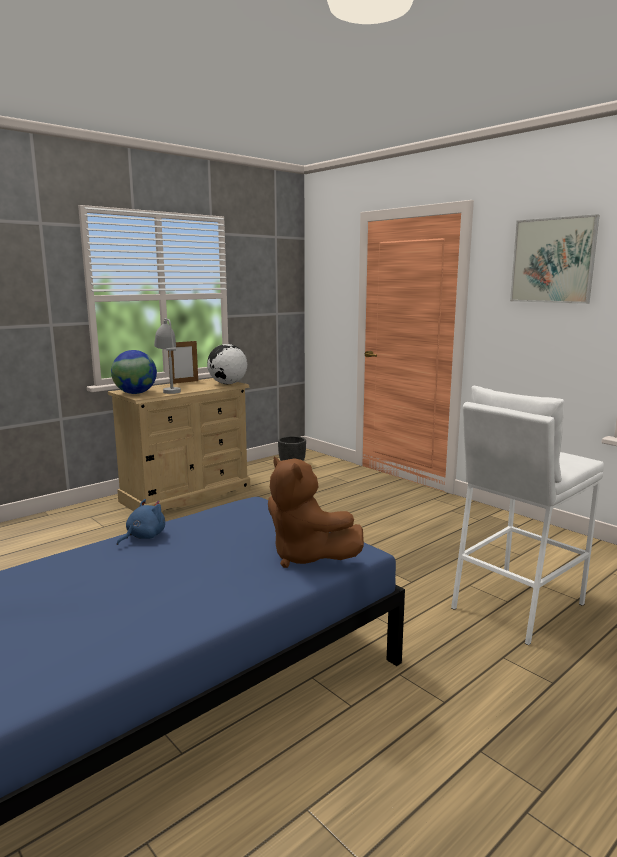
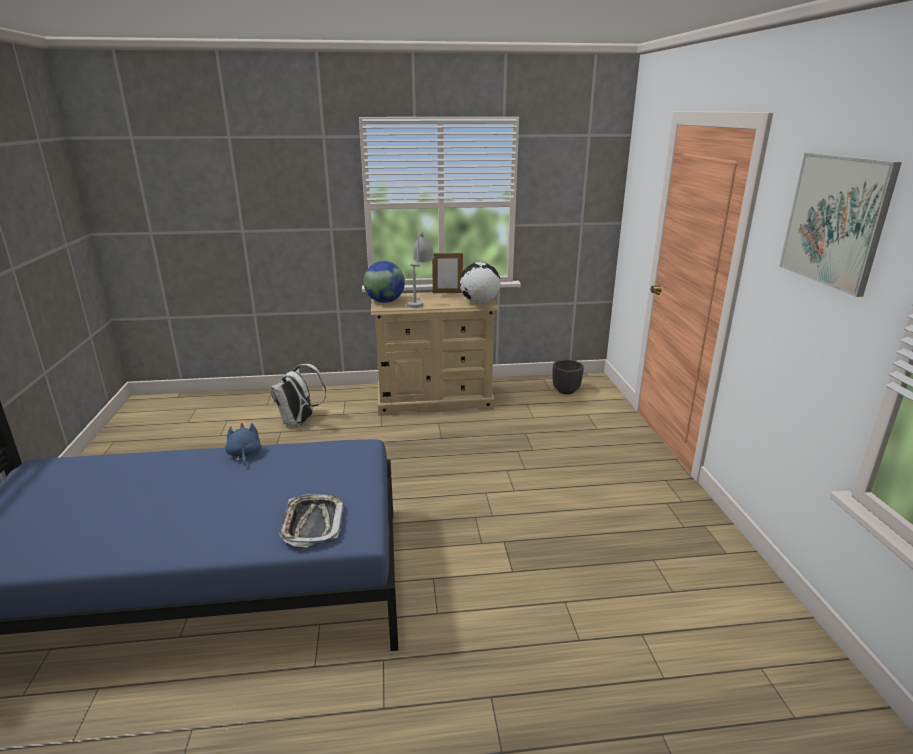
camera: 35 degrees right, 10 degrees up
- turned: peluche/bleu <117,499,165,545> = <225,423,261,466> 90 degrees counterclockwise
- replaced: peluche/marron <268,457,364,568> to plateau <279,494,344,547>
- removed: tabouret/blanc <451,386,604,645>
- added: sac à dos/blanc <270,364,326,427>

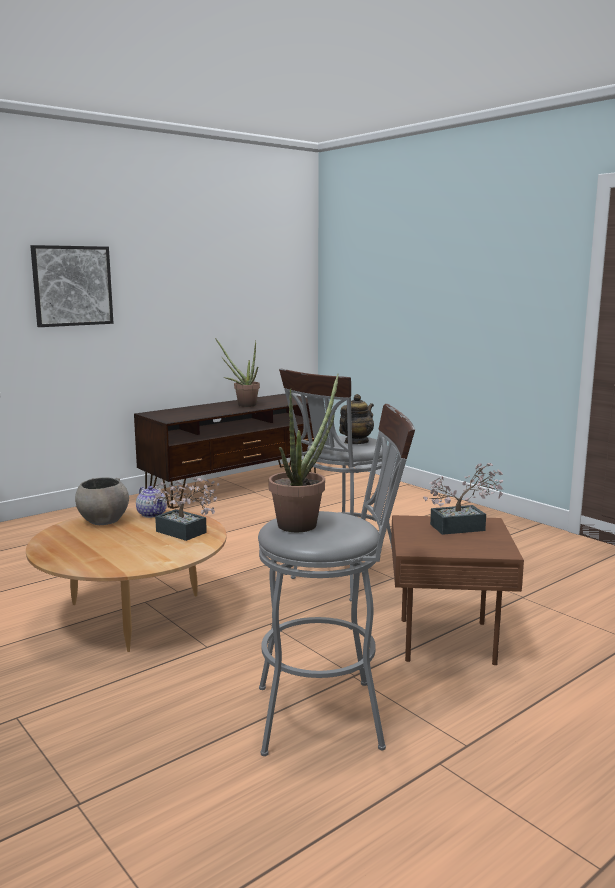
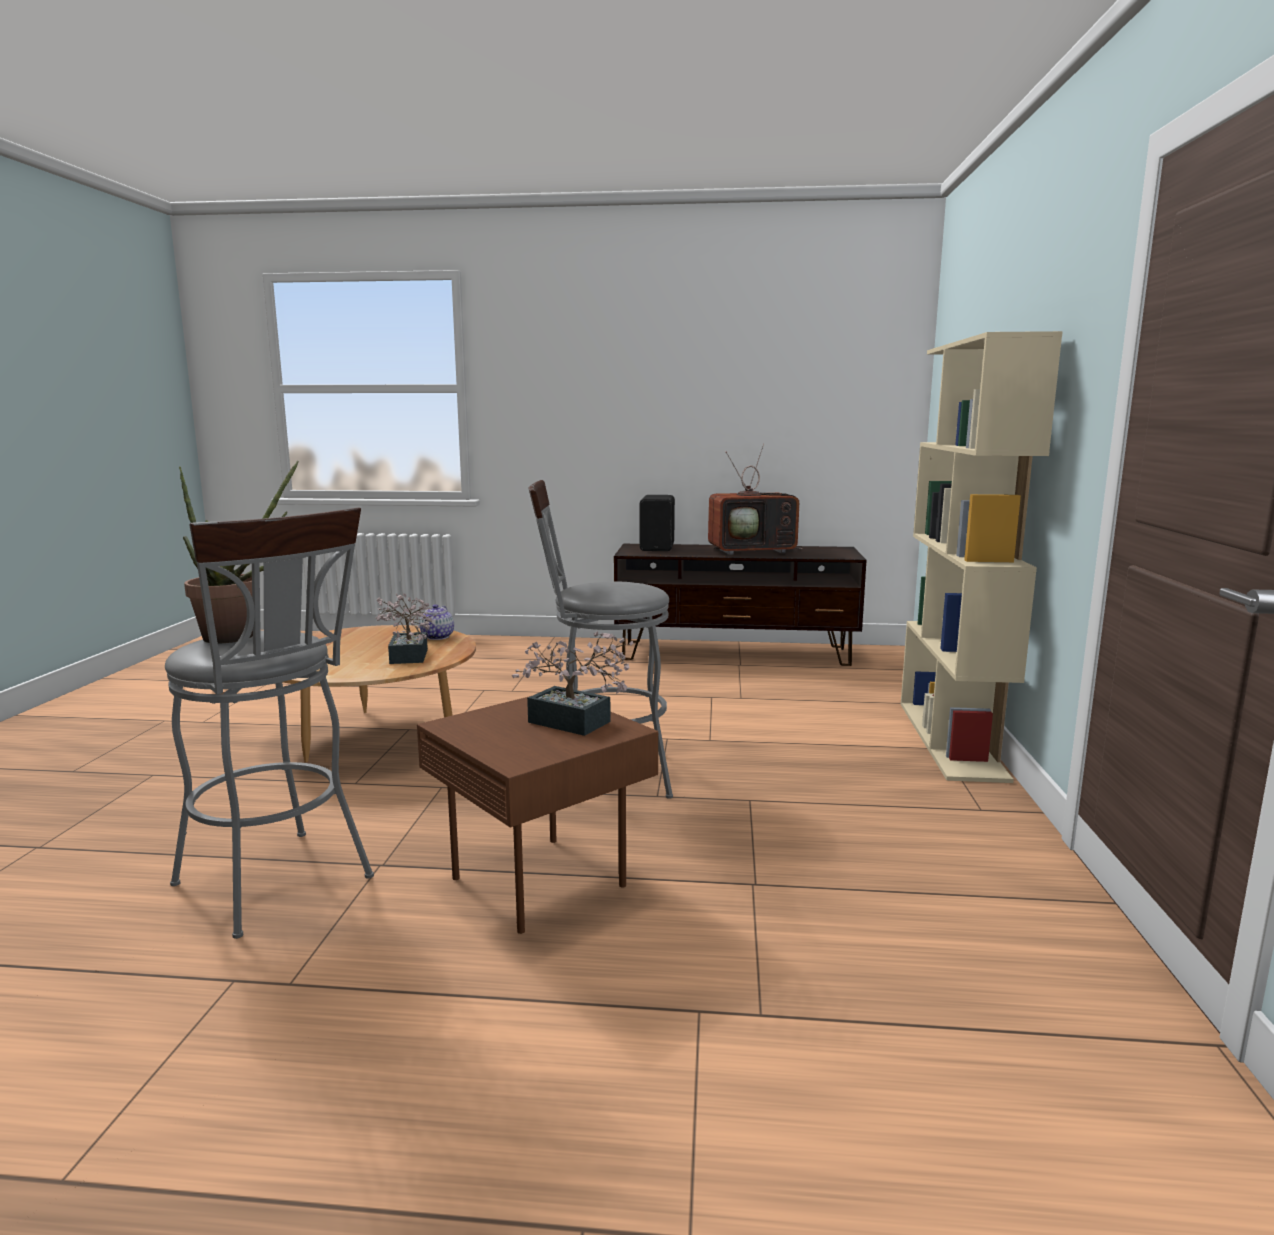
camera: 45 degrees right, 0 degrees up
- removed: tableau <30,245,114,327>
- removed: bol/gris <75,477,129,525>
- replaced: plante en pot <215,338,260,407> to téléviseur <708,444,803,555>
- removed: théière <339,394,374,444>
- added: enceinte/noir <639,495,675,551>
- added: bibliothèque/beige <901,331,1063,783>

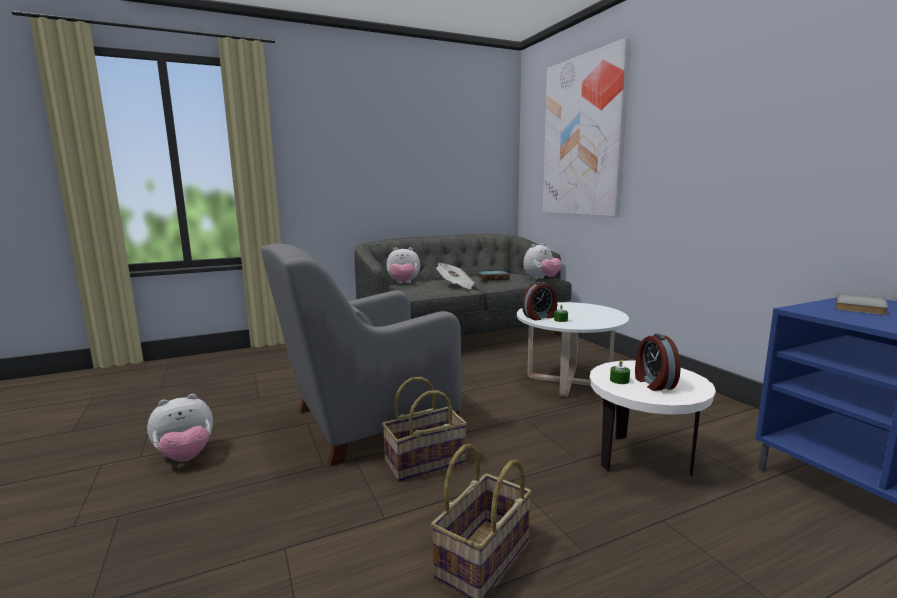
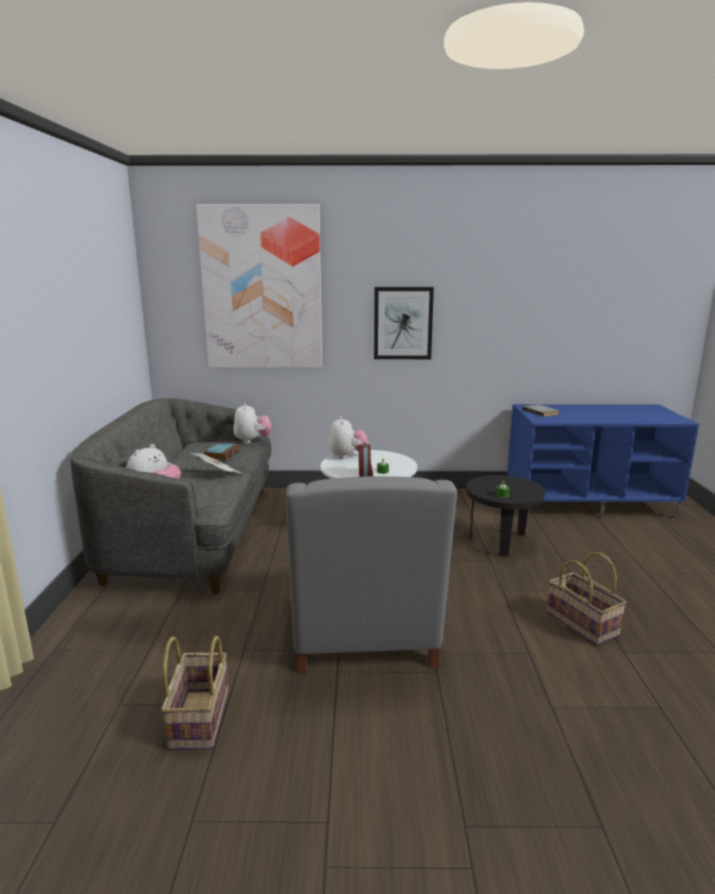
camera: 65 degrees left, 5 degrees up
- moved: peluche <147,394,213,462> to <328,416,368,459>
- moved: panier <382,377,467,482> to <161,636,228,750>
- recoloured: table d'appoint/blanc <590,360,716,476> to table d'appoint/noir <466,475,546,557>
- removed: réveil <635,334,681,391>
- added: tableau <374,287,434,359>

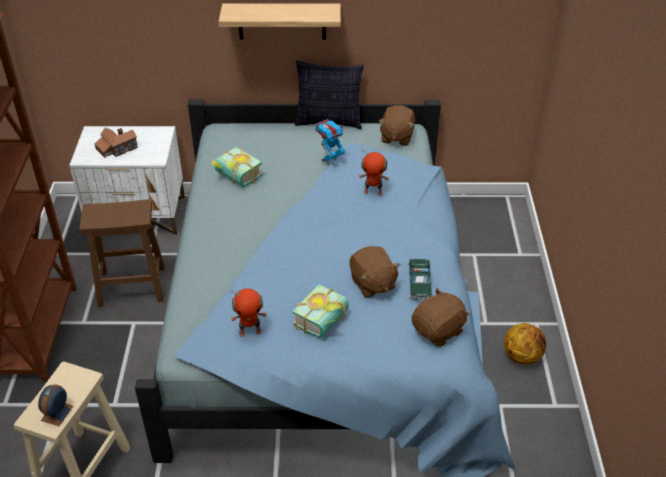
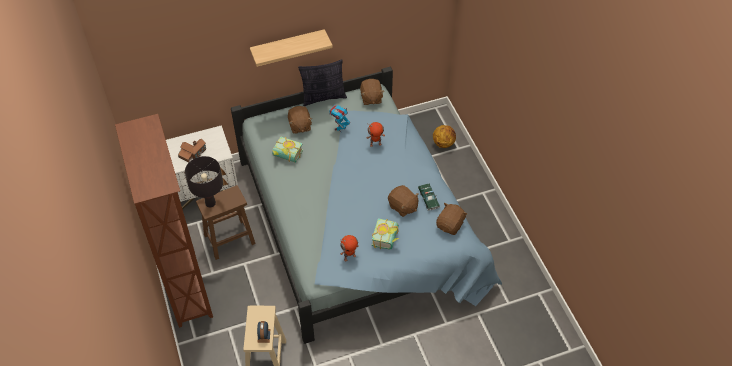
camera: 20 degrees left, 10 degrees up
- moved: ballon de basket <504,323,546,365> to <433,125,456,148>
- added: lampe de table/noir <185,156,223,207>
- added: peluche/marron <288,106,313,134>

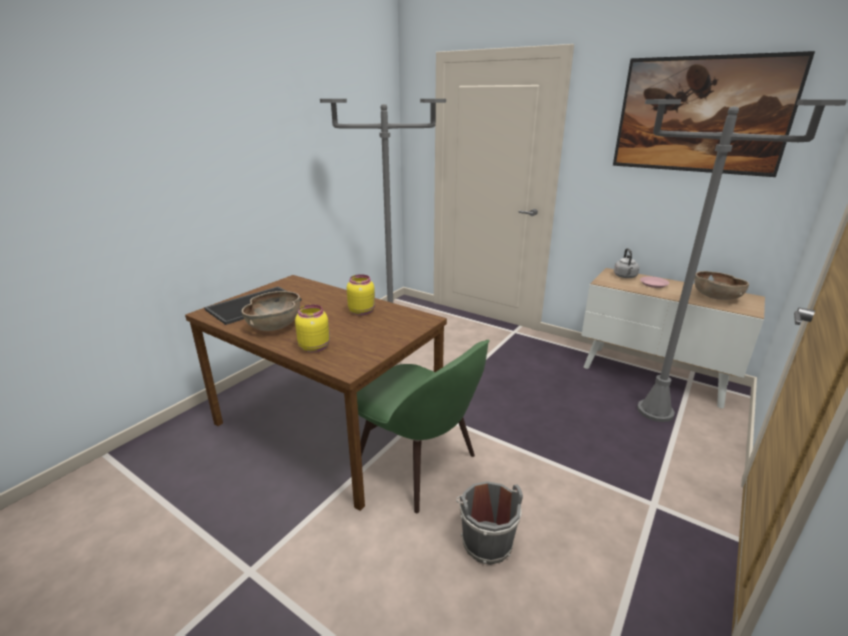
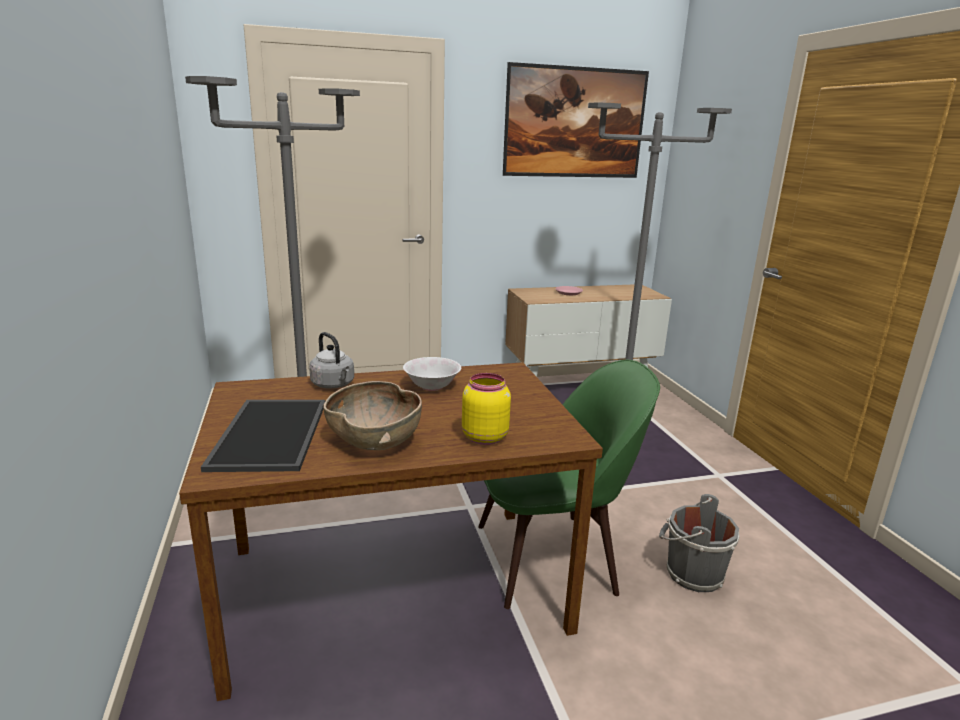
camera: 50 degrees left, 5 degrees down
- replaced: bocal/jaune <347,274,375,315> to bol/blanc <403,357,461,391>
- moved: bouilloire/gris <614,248,639,278> to <309,332,354,389>
- removed: bol/marron <694,271,749,300>

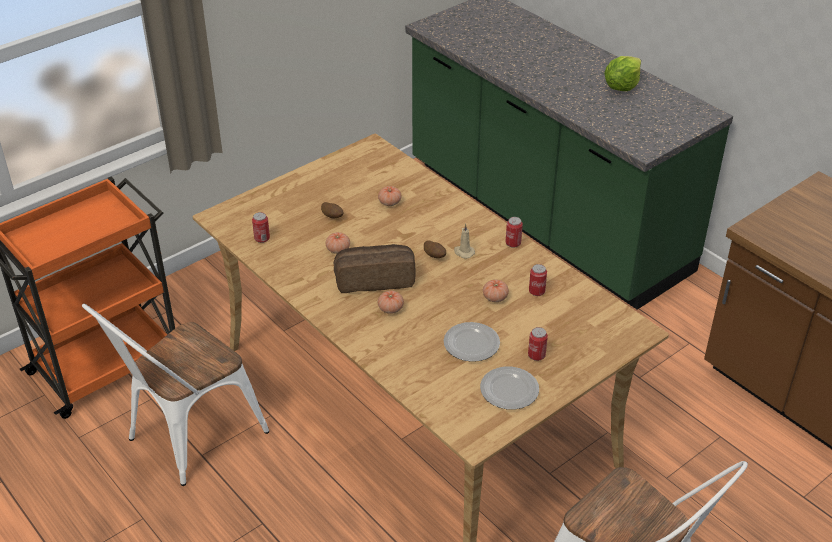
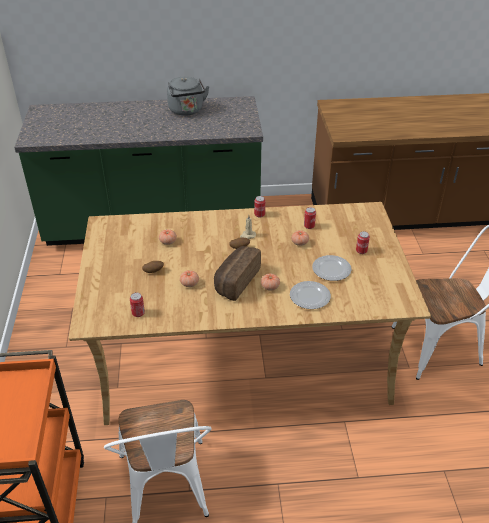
camera: 55 degrees left, 0 degrees up
- moved: assiette <480,367,539,410> to <290,281,331,309>
- replaced: laitue <604,56,641,91> to bouilloire/gris <167,77,210,116>

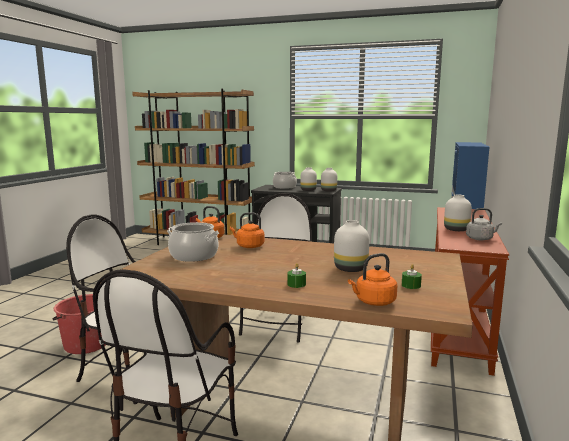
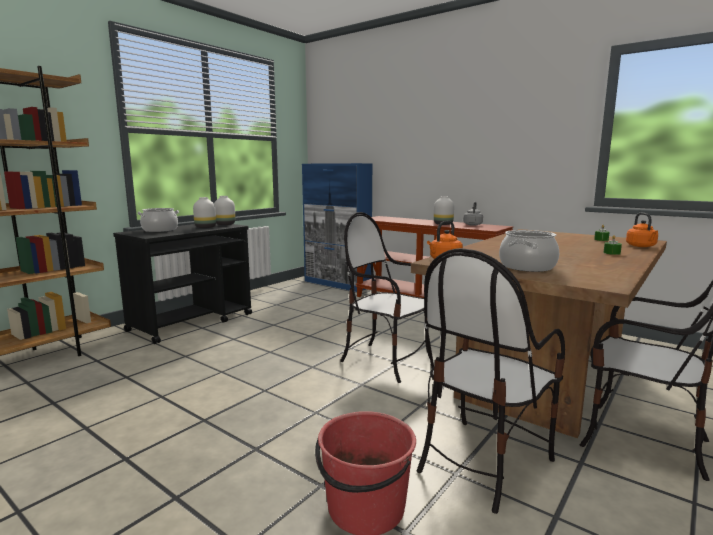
camera: 70 degrees left, 0 degrees up
- removed: bouilloire/orange <230,212,264,248>
- removed: vase/blanc <334,220,369,272>

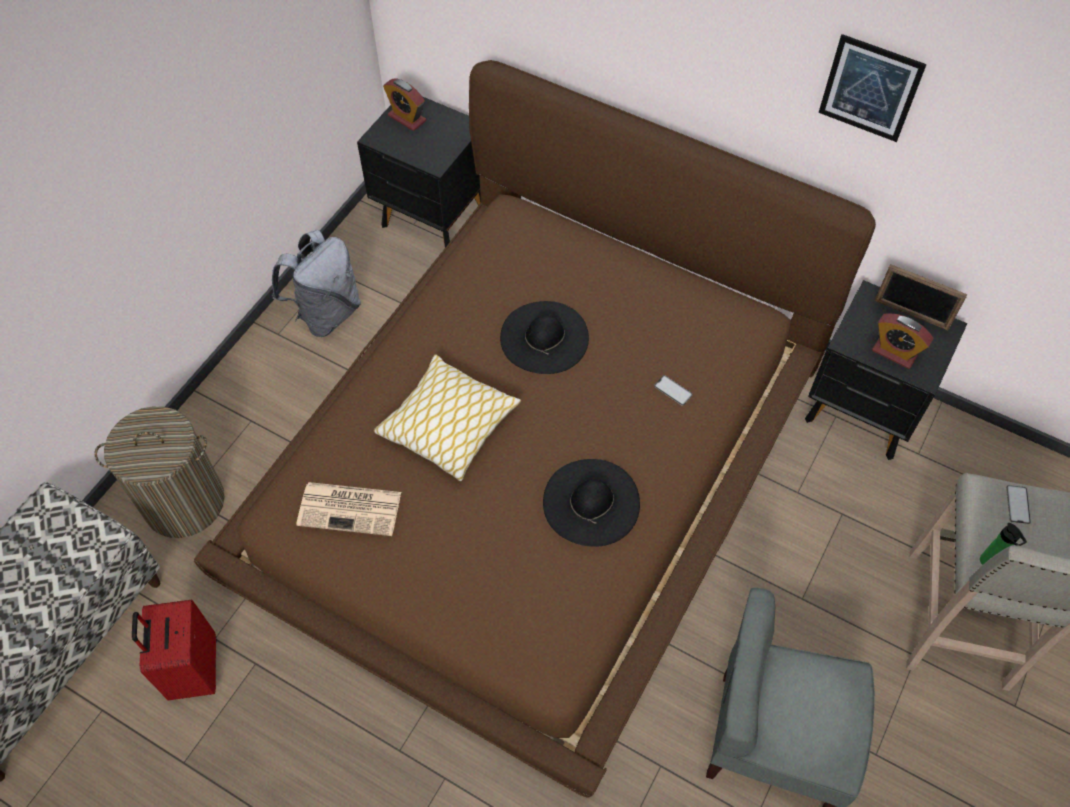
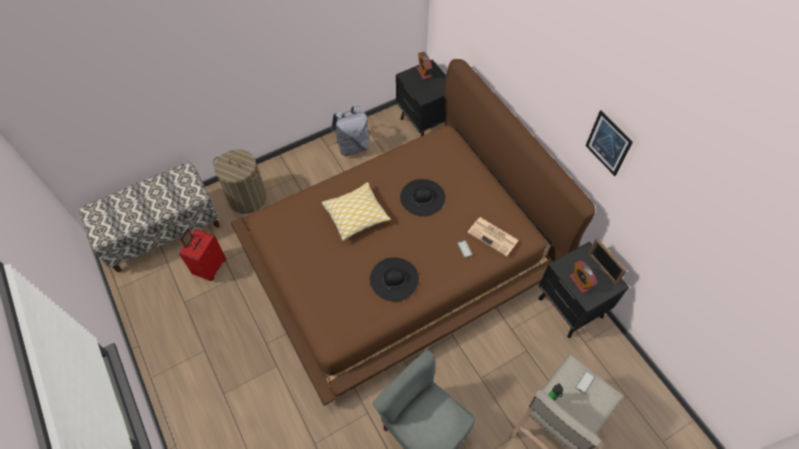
camera: 30 degrees right, 0 degrees up
- moved: journal <296,482,401,536> to <467,217,519,256>

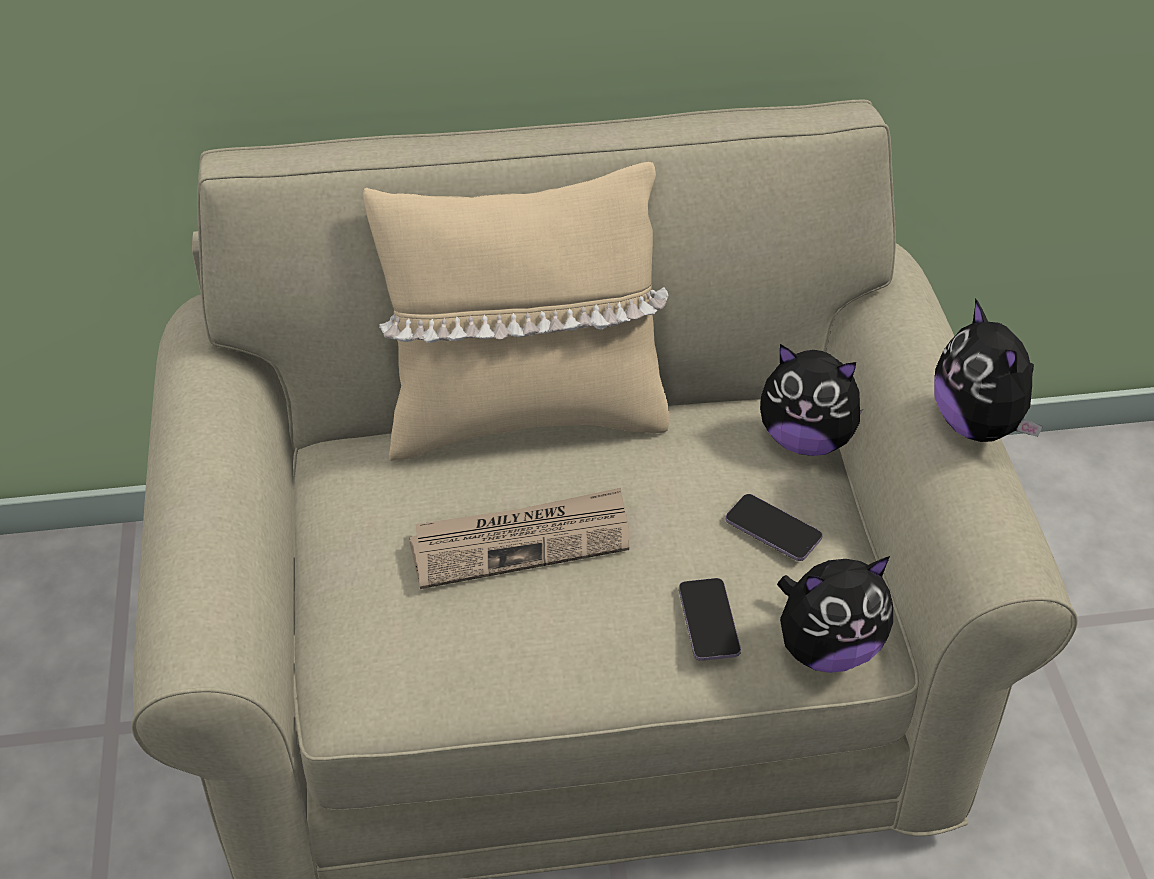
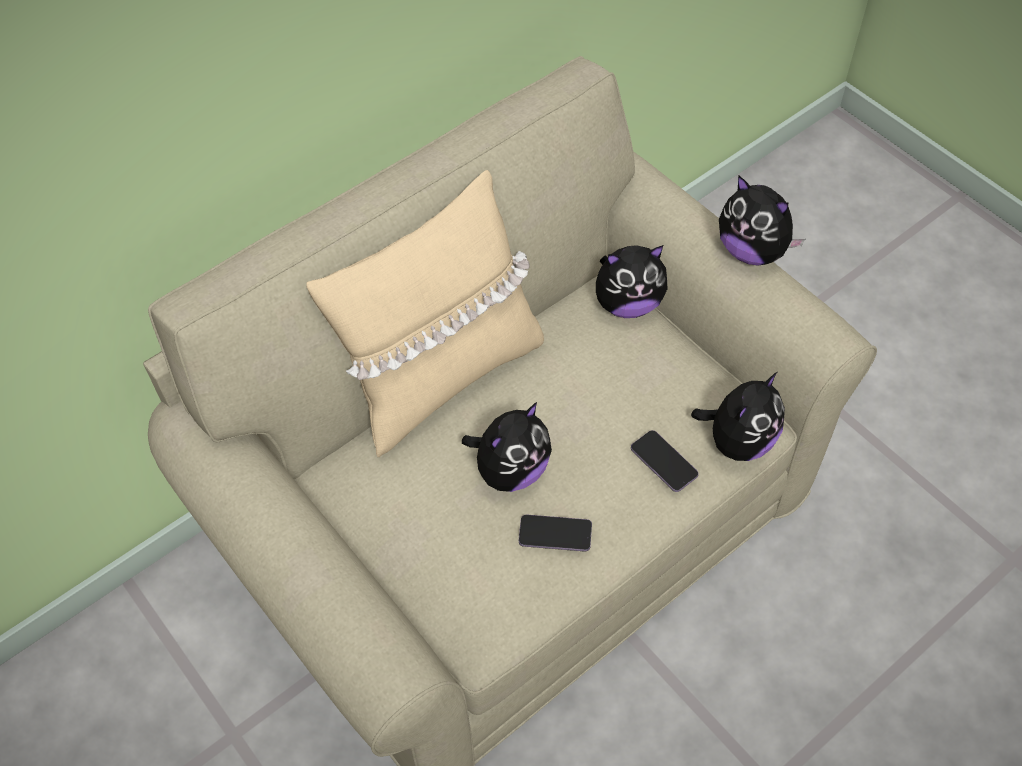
camera: 30 degrees left, 10 degrees up
- replaced: journal <409,488,629,589> to peluche <462,402,552,492>
- moved: téléphone <725,494,822,561> to <519,515,592,552>

